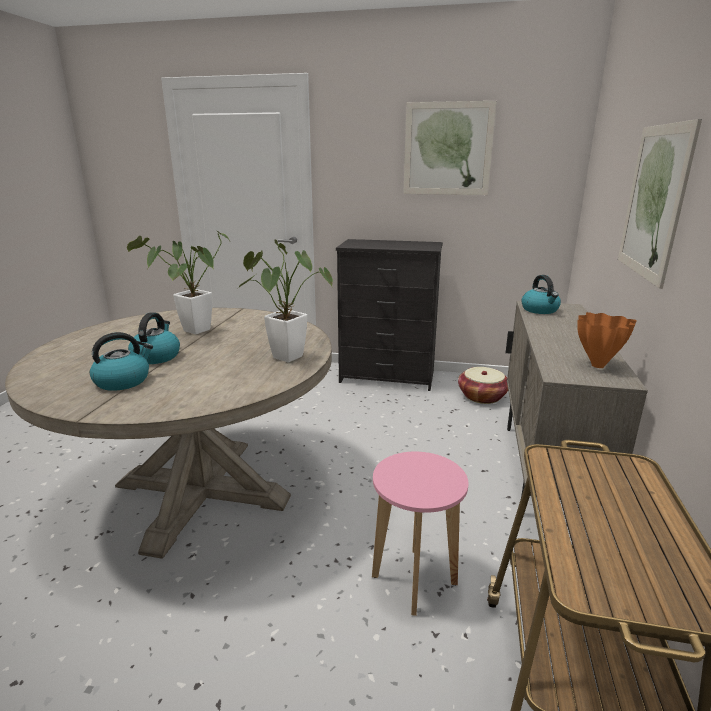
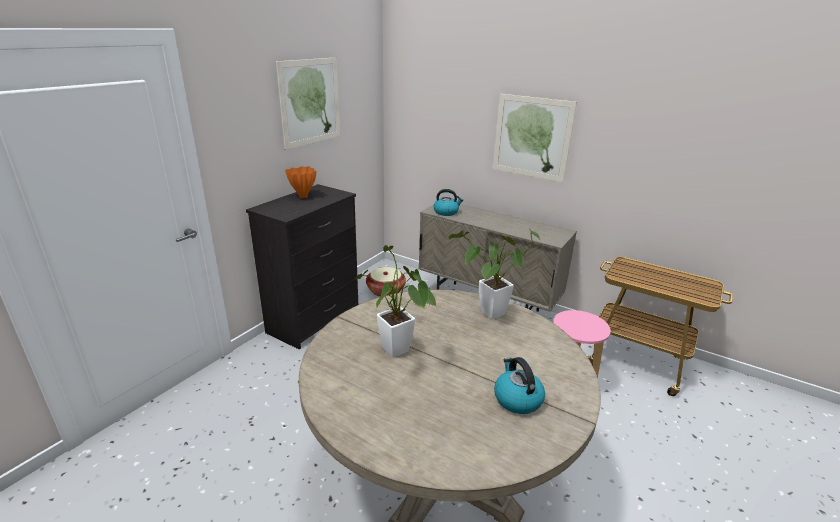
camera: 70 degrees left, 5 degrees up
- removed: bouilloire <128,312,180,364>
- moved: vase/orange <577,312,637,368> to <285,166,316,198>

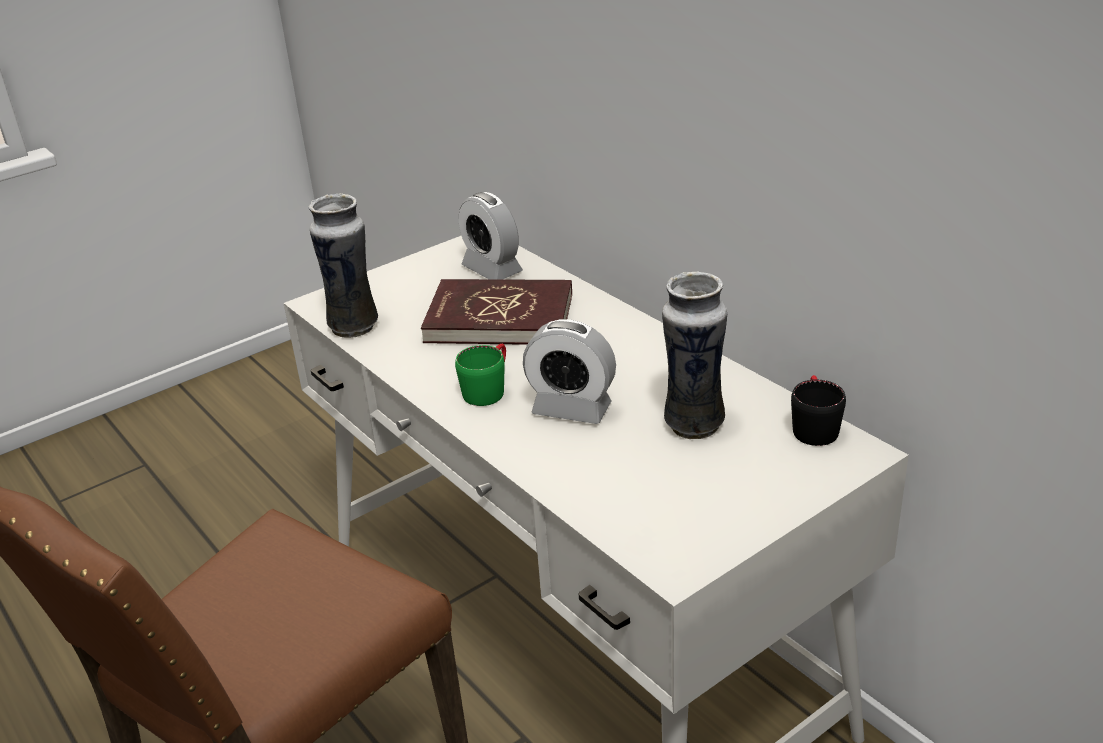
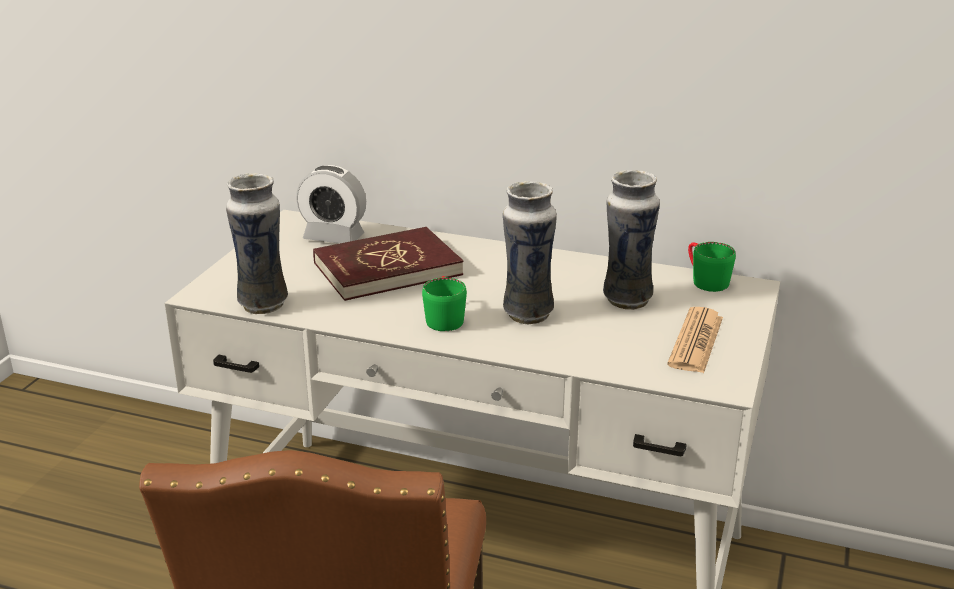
camera: 35 degrees left, 5 degrees down
- replaced: réveil <523,319,616,424> to vase <503,181,557,324>
- recoloured: mug/noir <791,375,846,446> to mug/vert <688,242,736,292>
- added: journal <667,307,723,373>

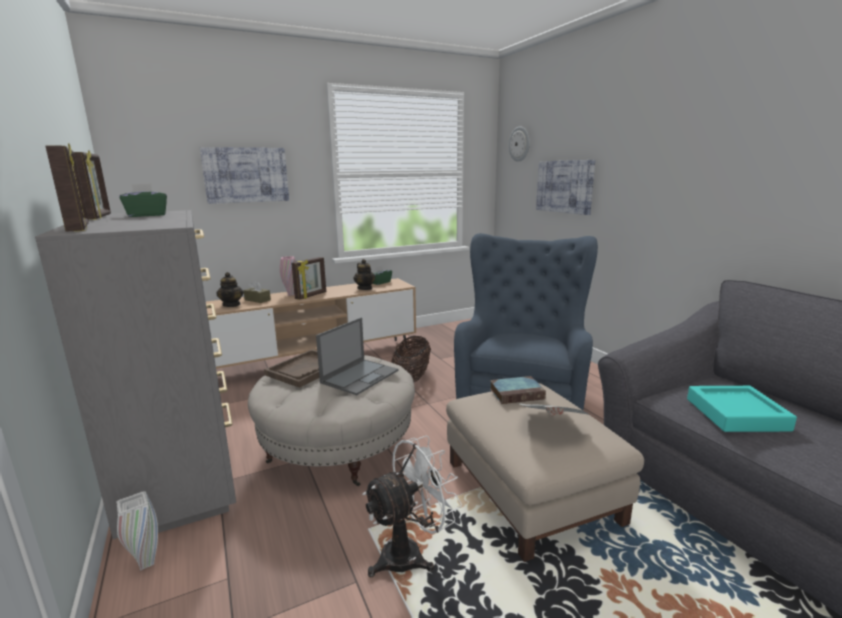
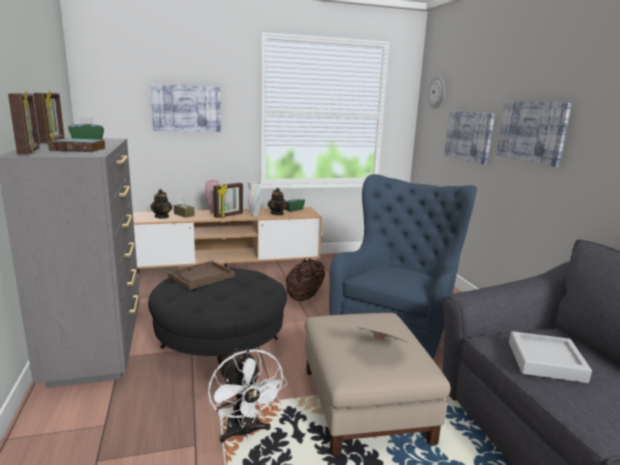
camera: 10 degrees right, 0 degrees up
- moved: vase/blanc <116,491,158,571> to <248,182,261,216>
- recoloured: pouf/beige <248,355,415,486> to pouf/noir <148,267,287,374>
- removed: ordinateur portable <316,317,398,395>
- turned: ventilateur/blanc <362,435,462,577> = <208,348,288,443> 90 degrees clockwise
- moved: livre <490,376,546,404> to <48,138,105,152>
- recoloured: plateau/turquoise <687,386,797,432> to plateau/gris <509,331,592,383>
- added: tableau <496,101,572,167>

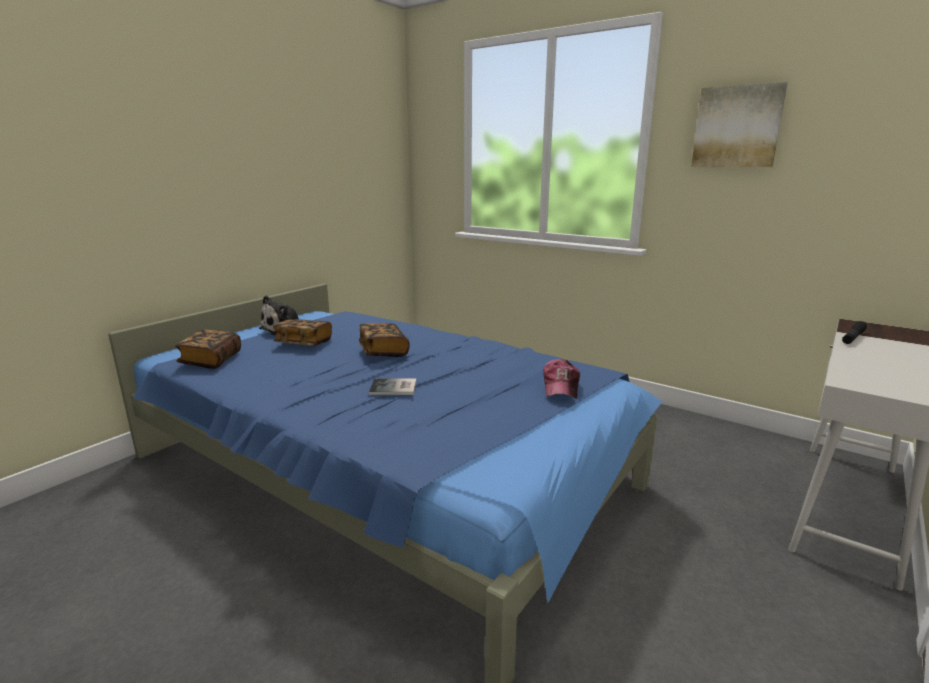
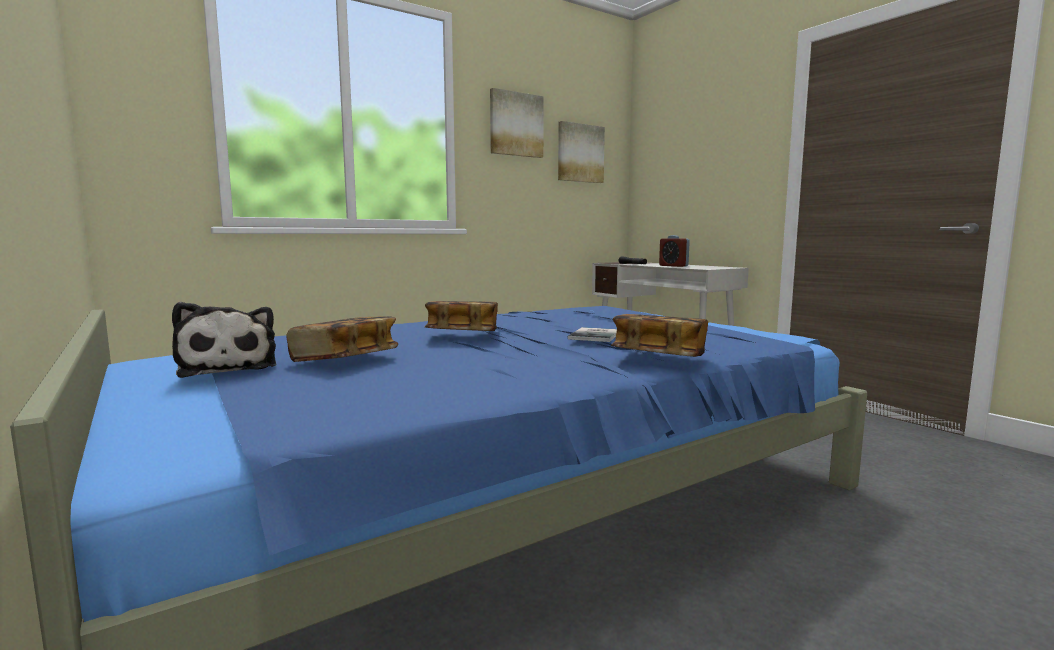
camera: 70 degrees left, 10 degrees down
- moved: livre <175,329,241,369> to <611,314,708,357>
- removed: casquette <543,359,580,398>
- added: tableau <558,121,605,183>
- added: réveil <659,235,690,267>

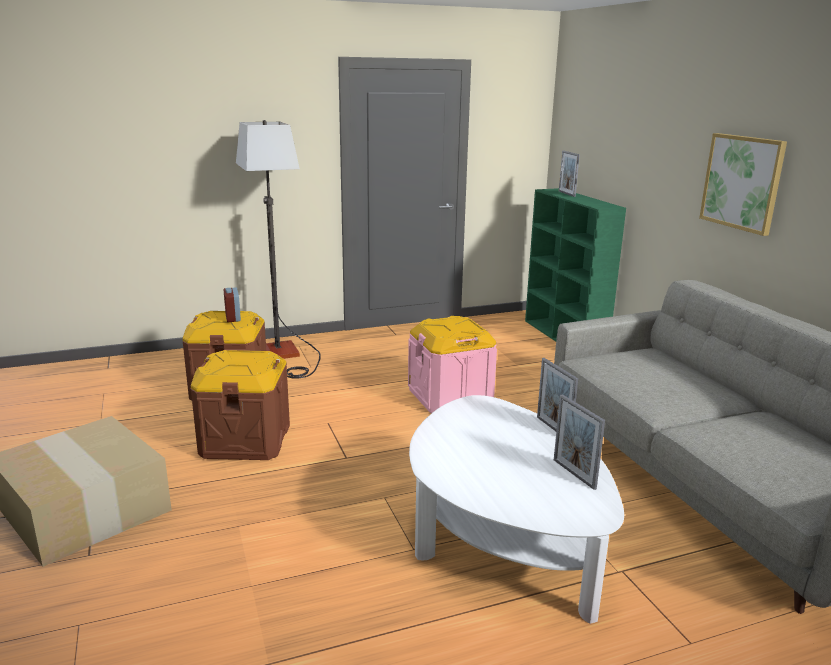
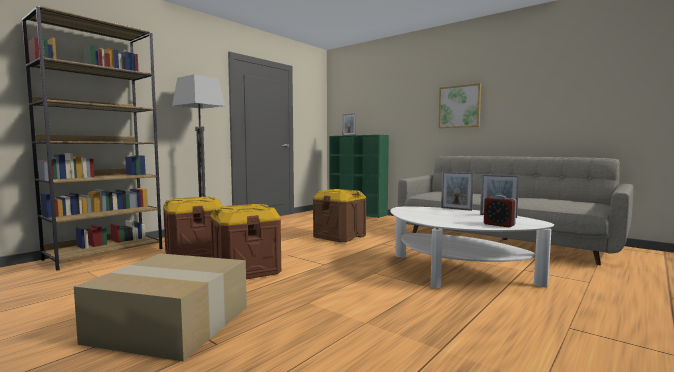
camera: 30 degrees left, 15 degrees down
- moved: réveil <224,287,241,322> to <484,195,516,227>
- recoloured: boîte de rangement/rose <408,316,497,413> to boîte de rangement/marron <313,189,366,242>
- added: bibliothèque/marron <22,5,162,271>

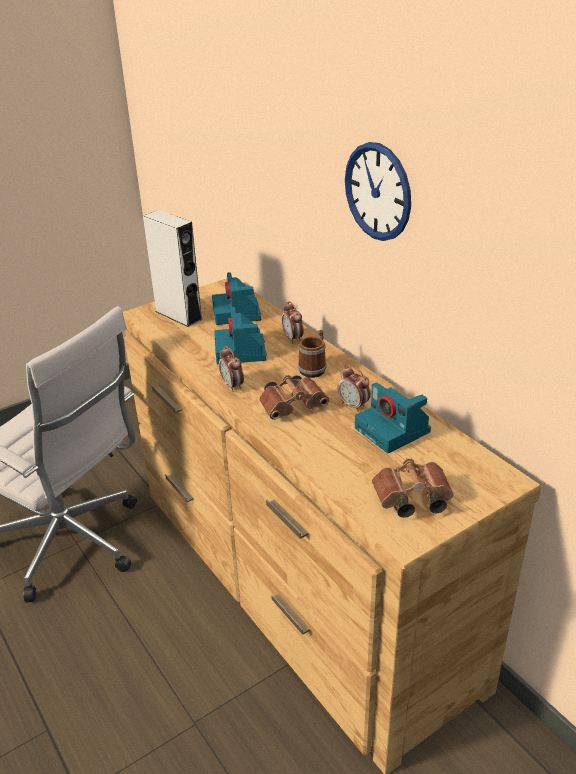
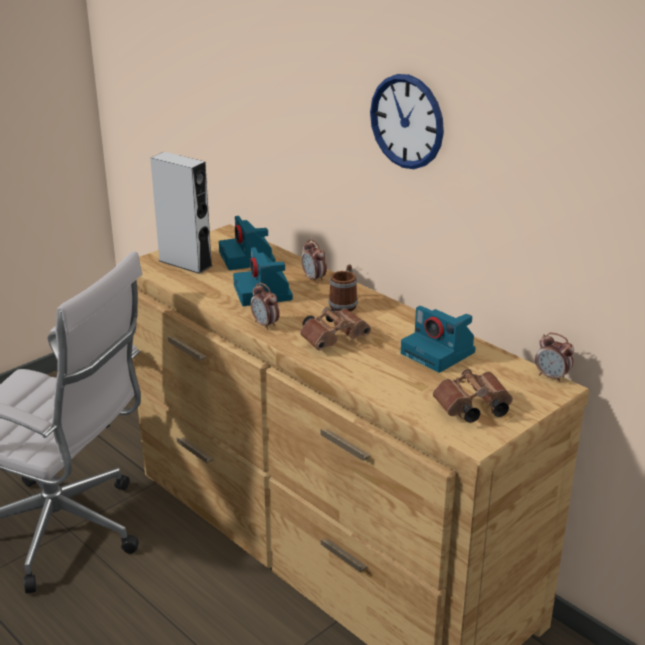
camera: 10 degrees left, 5 degrees down
- moved: réveil <338,365,371,412> to <535,333,574,383>

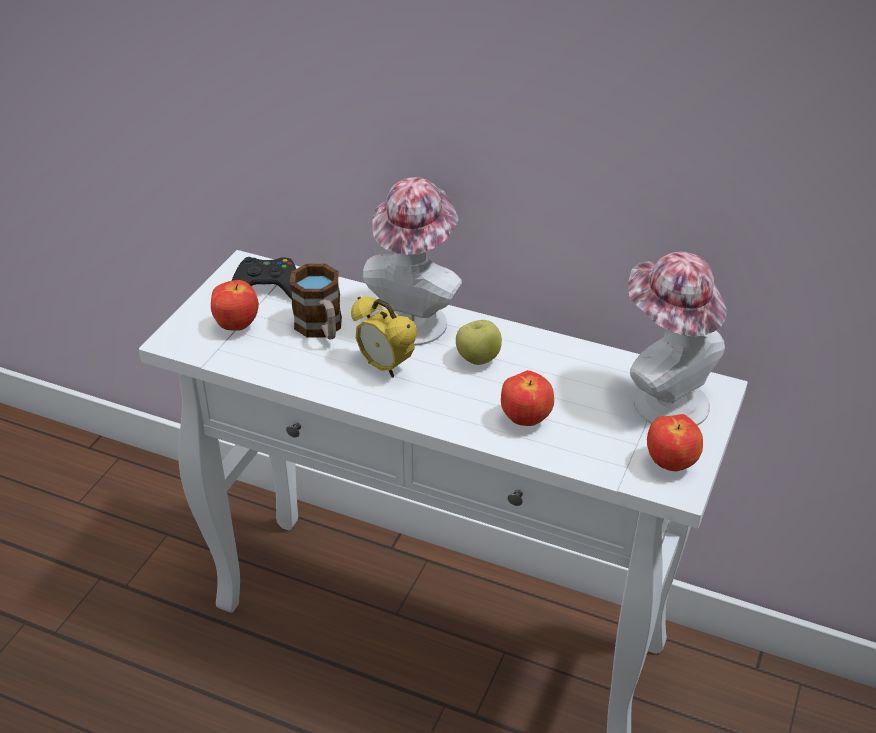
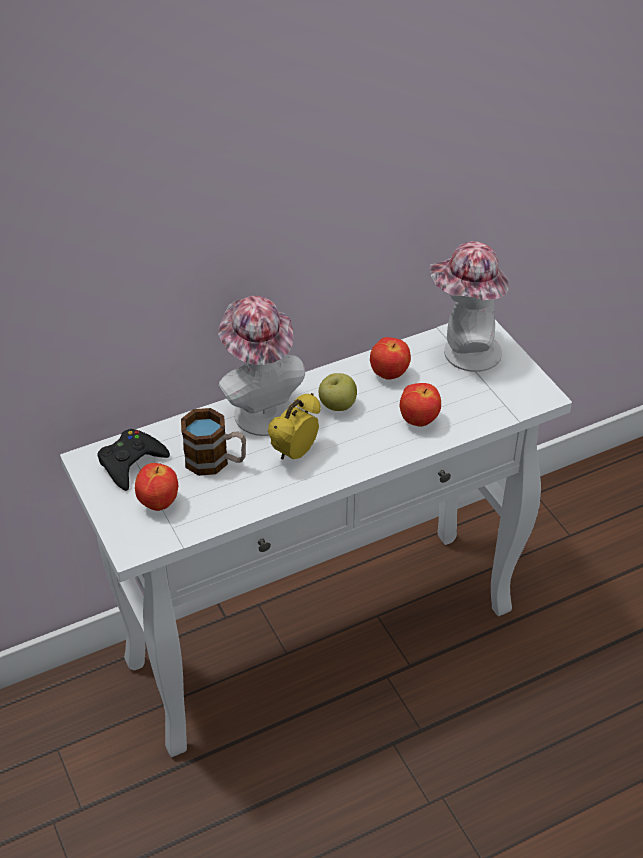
camera: 50 degrees left, 5 degrees up
- turned: réveil <351,297,417,378> = <268,393,321,460> 135 degrees clockwise
- moved: pomme <647,414,703,471> to <370,337,411,380>

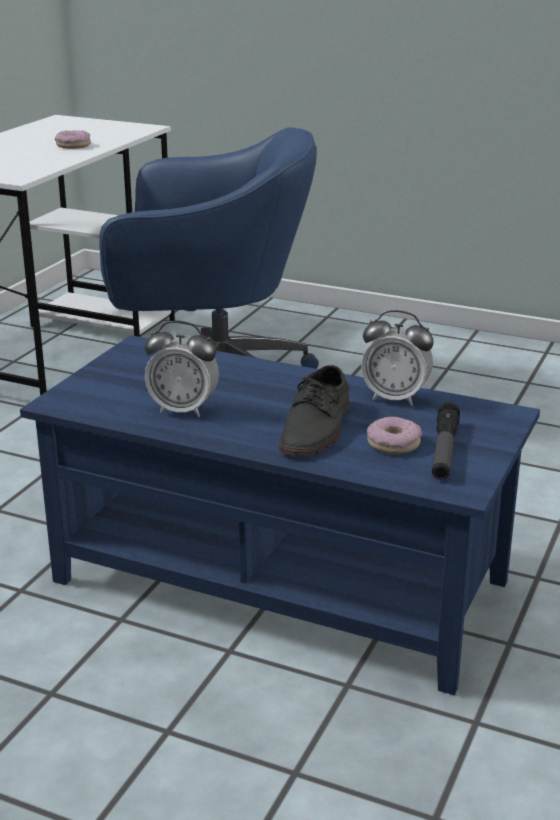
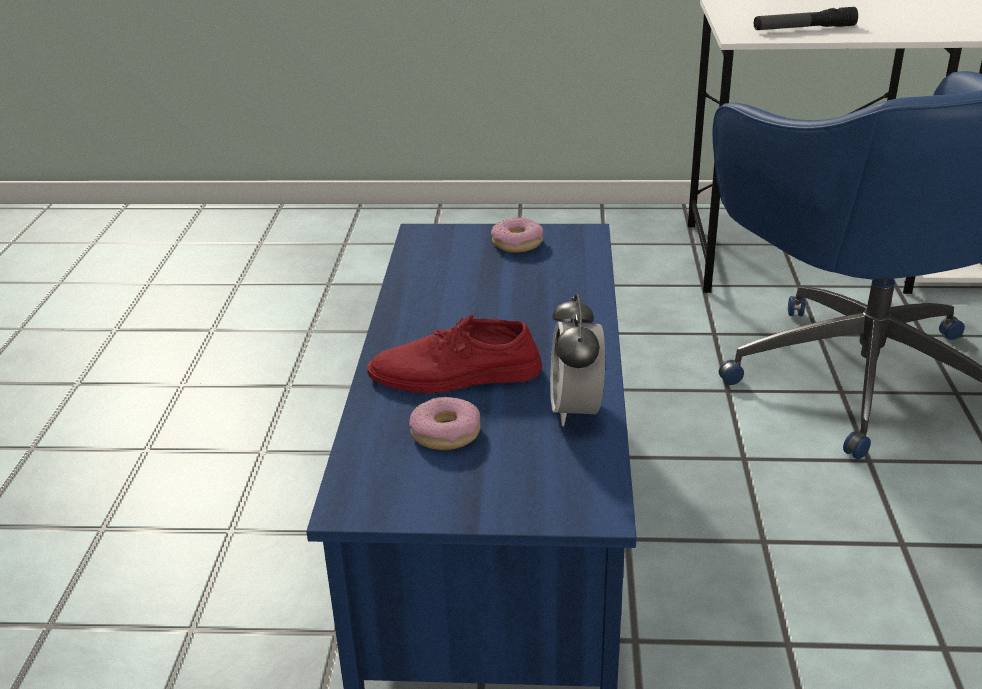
camera: 70 degrees right, 5 degrees up
- moved: beignet <55,130,91,149> to <491,217,544,253>
- removed: réveil <145,321,219,417>
- recoloured: chaussure/gris <279,365,349,456> to chaussure/rouge <367,313,542,394>
- moved: lampe de poche <432,402,460,480> to <754,7,858,30>

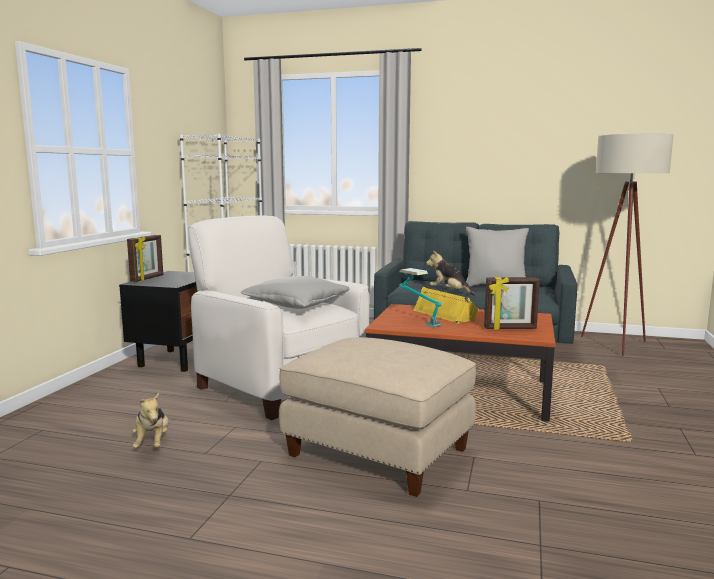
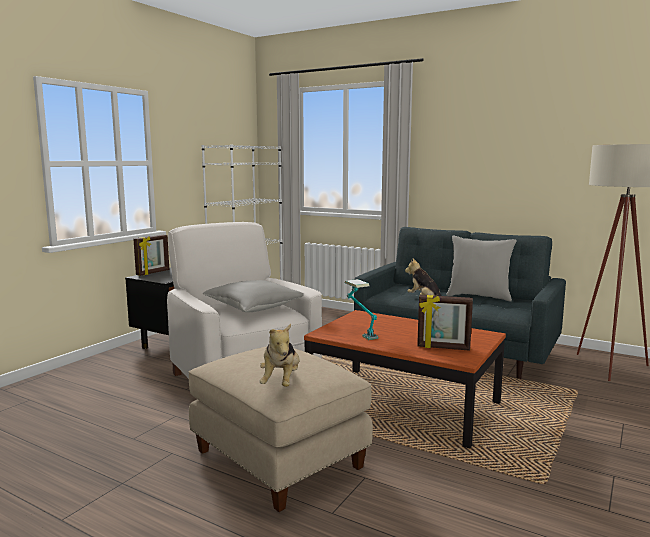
camera: 15 degrees right, 0 degrees up
- moved: peluche <132,393,169,448> to <259,324,300,387>
- removed: enceinte/jaune <413,287,479,323>

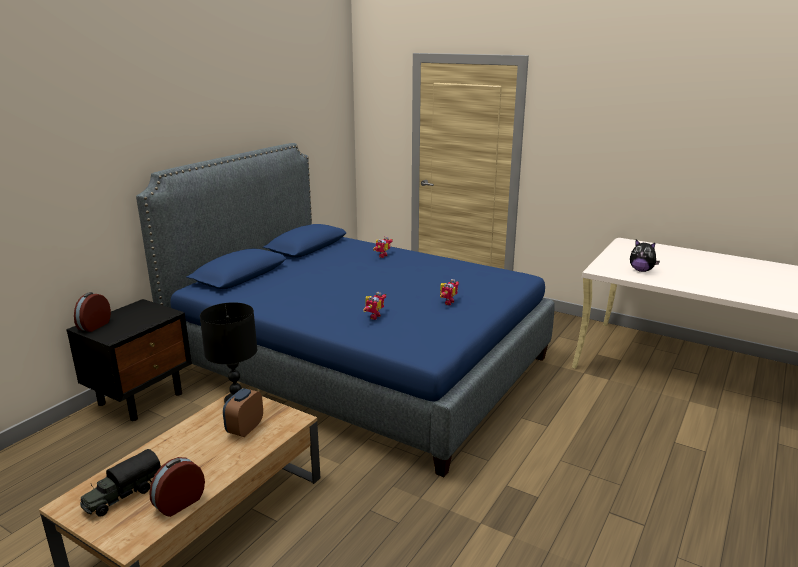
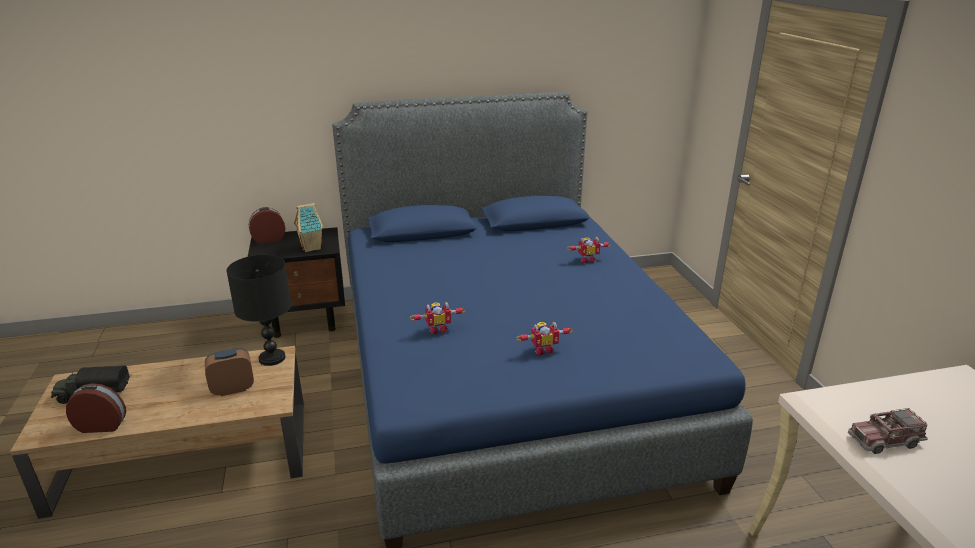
camera: 45 degrees right, 5 degrees up
- replaced: peluche <630,240,660,272> to camion jouet <848,408,928,454>
- added: maison miniature <294,203,323,252>

